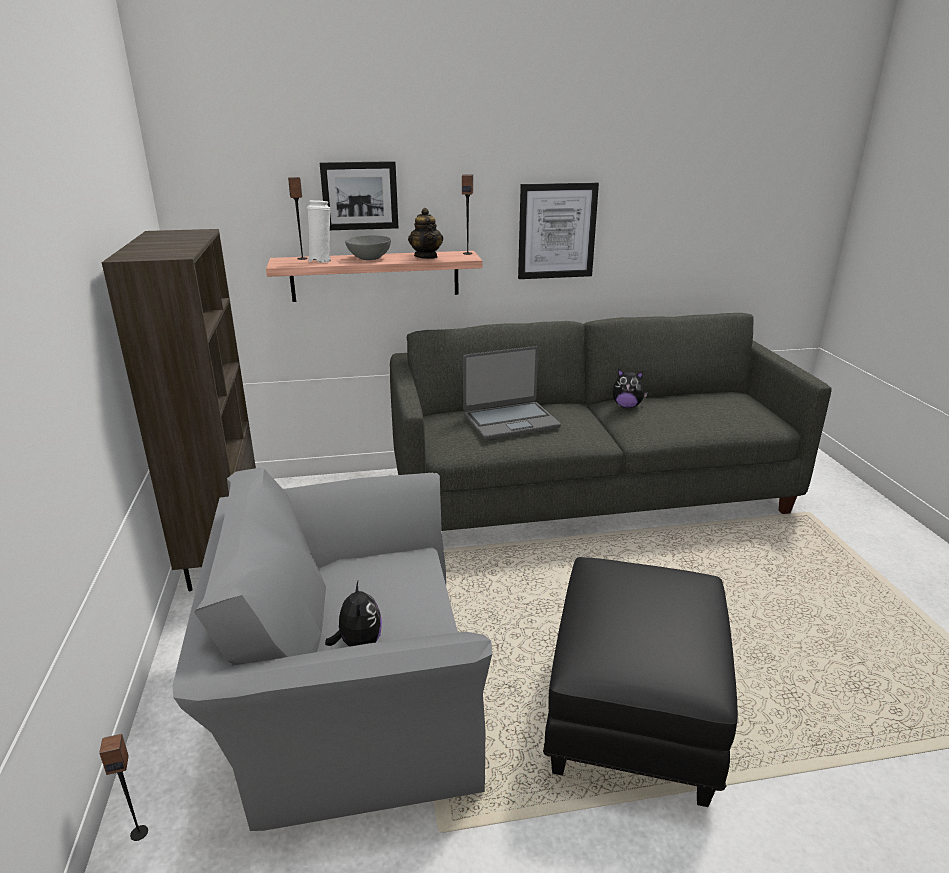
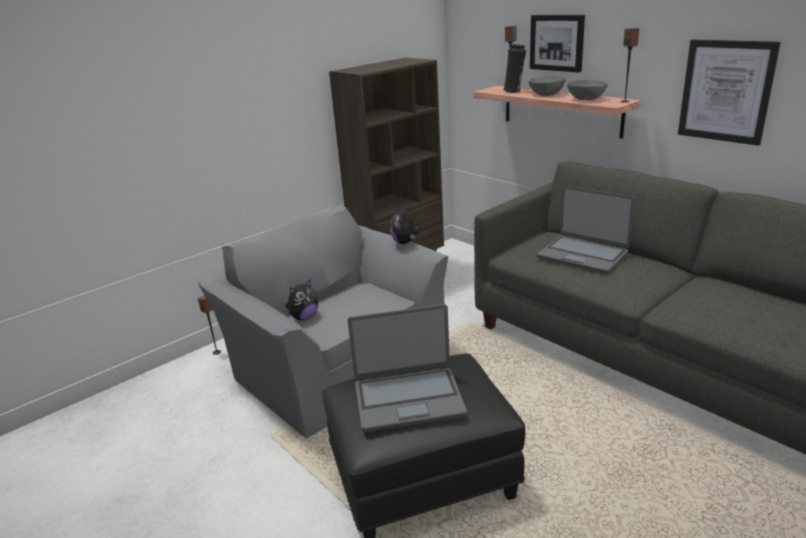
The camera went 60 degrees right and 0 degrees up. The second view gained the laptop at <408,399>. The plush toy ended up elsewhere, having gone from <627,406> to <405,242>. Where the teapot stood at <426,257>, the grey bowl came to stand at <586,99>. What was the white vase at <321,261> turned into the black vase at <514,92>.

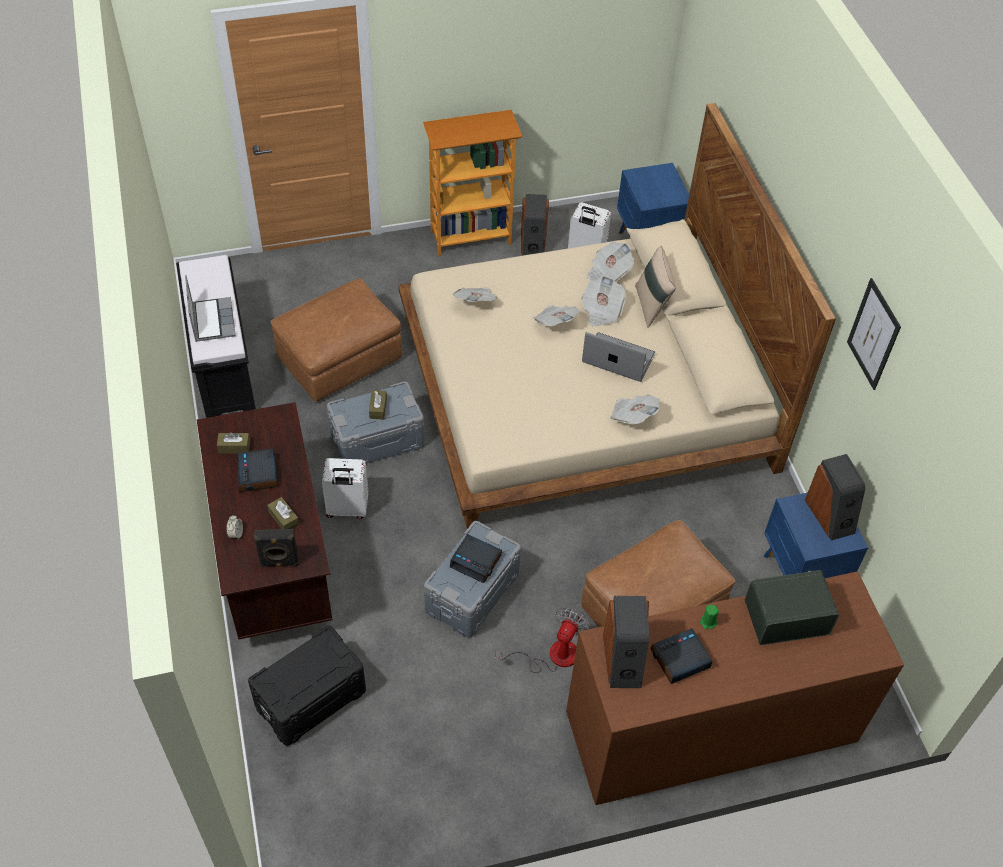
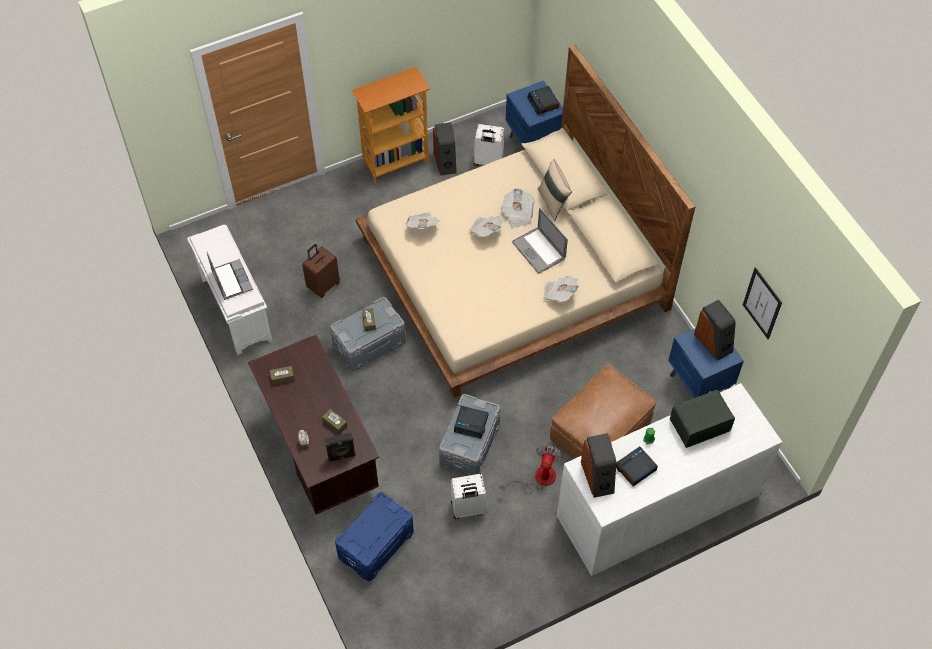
The camera went 10 degrees left and 5 degrees up. The second view lost the newspaper at <608,272>. The alarm clock ended up elsewhere, having gone from <258,474> to <543,103>. The white suitcase ended up elsewhere, having gone from <347,509> to <467,509>. The picture ended up elsewhere, having gone from <873,334> to <762,303>. Where the brown ottoman stood at <339,360>, the brown suitcase came to stand at <323,285>. What was the black bench at <223,367> turned into the white bench at <235,308>. What was the black storage box at <311,699> turned into the blue storage box at <376,545>. What was the brown dresser at <710,726> turned into the white dresser at <657,505>. The laptop at <618,358> ended up facing another way, 135 degrees counterclockwise from before.

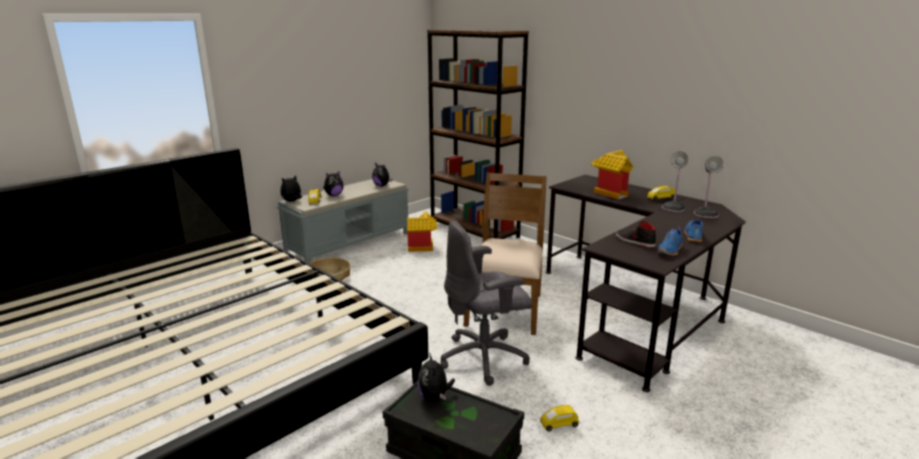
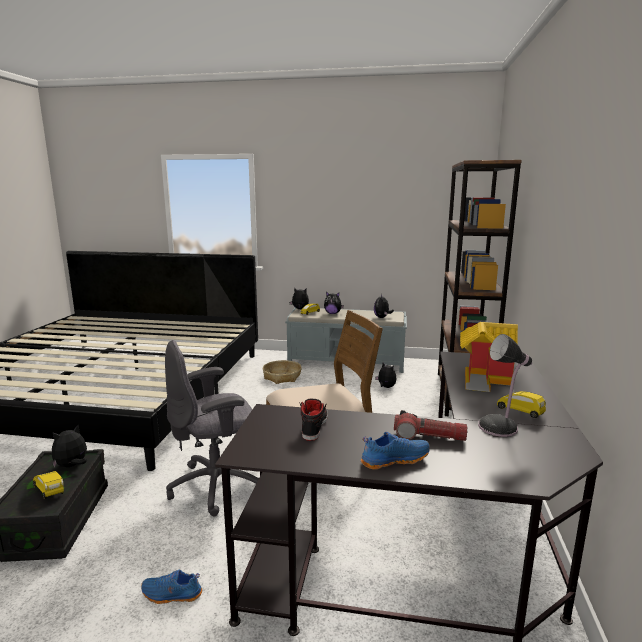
The camera went 55 degrees right and 5 degrees down. The second view lost the table lamp at <706,213>. The second view gained the flashlight at <429,437>. The yellow toy car ended up elsewhere, having gone from <558,425> to <50,490>. The blue shoe ended up elsewhere, having gone from <670,251> to <171,595>. Where the toy house stood at <422,247>, the plush toy came to stand at <385,387>. The grey office chair at <485,358> ended up facing another way, 60 degrees counterclockwise from before.

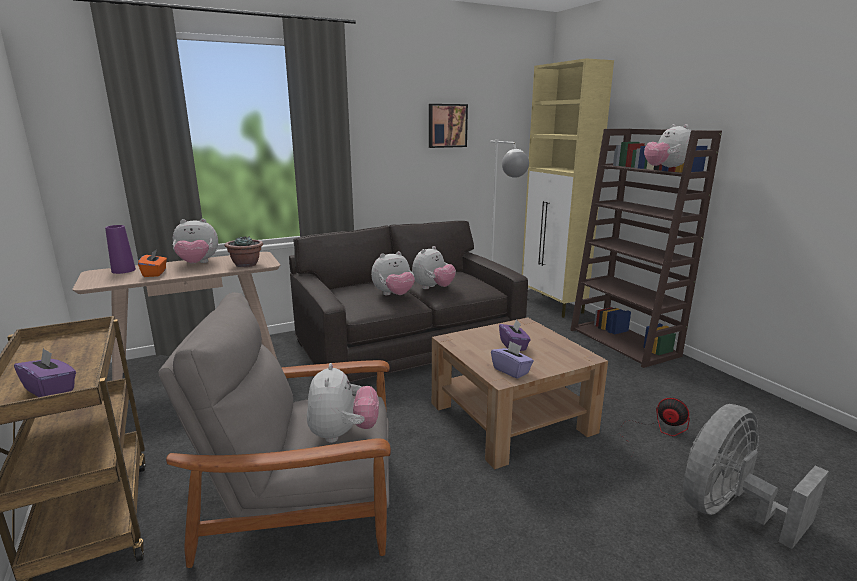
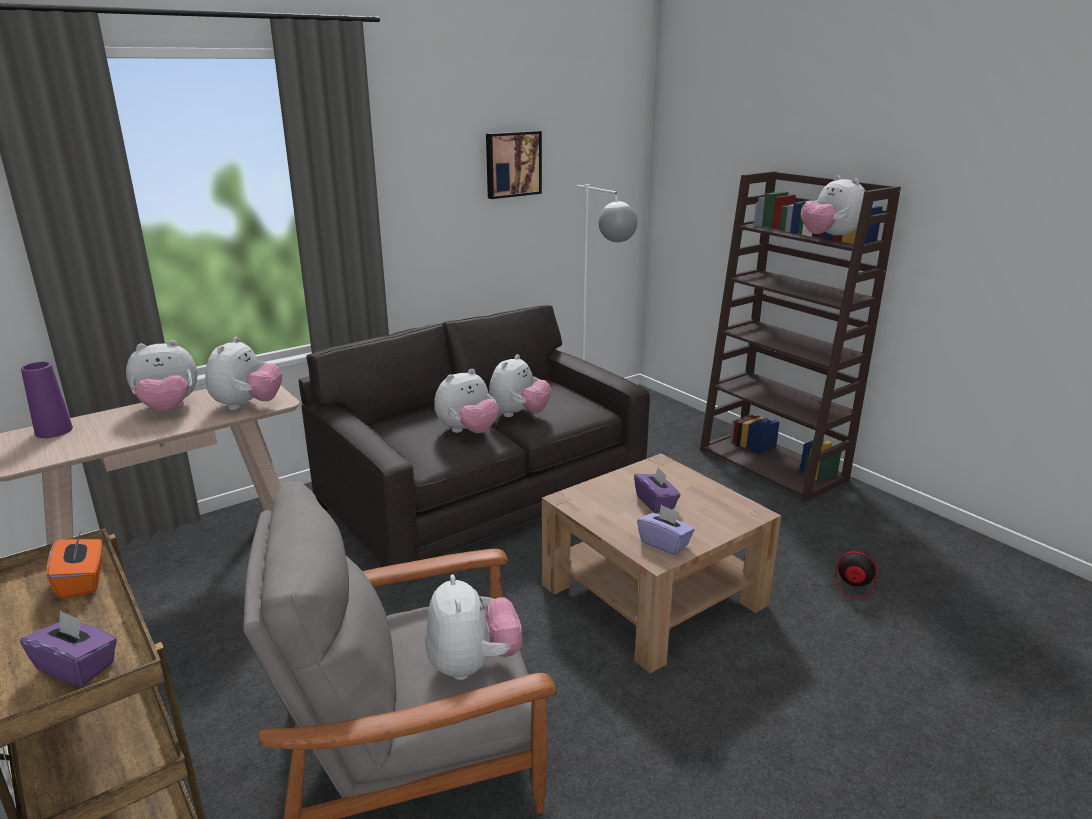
The camera went 10 degrees left and 5 degrees up. The second view lost the beige cabinet at <552,305>. The second view lost the grey fan at <728,511>. The orange tissue box ended up elsewhere, having gone from <155,273> to <82,581>. Where the potted plant stood at <246,264>, the plush toy came to stand at <247,406>.

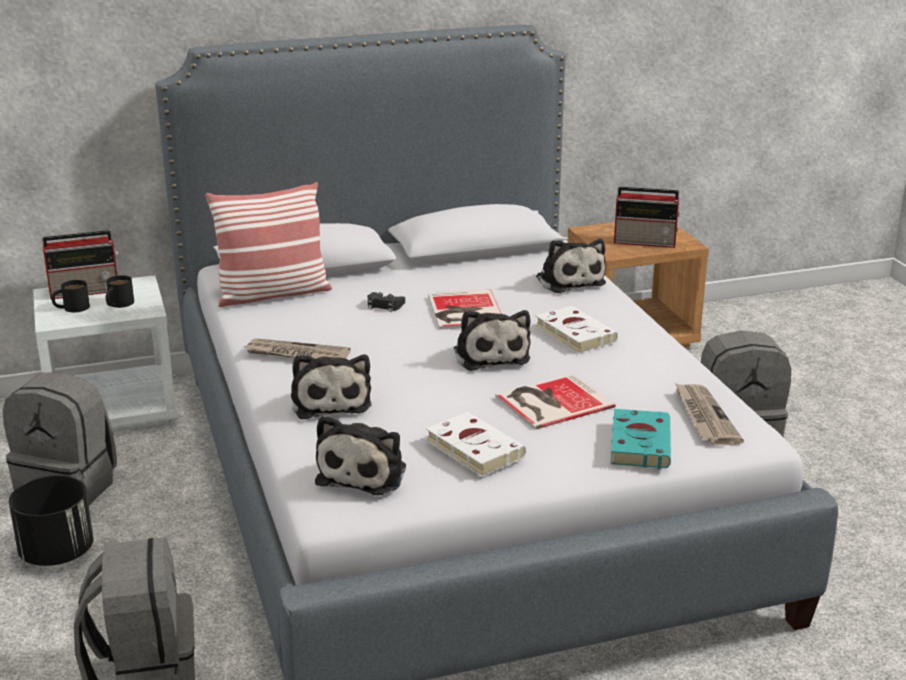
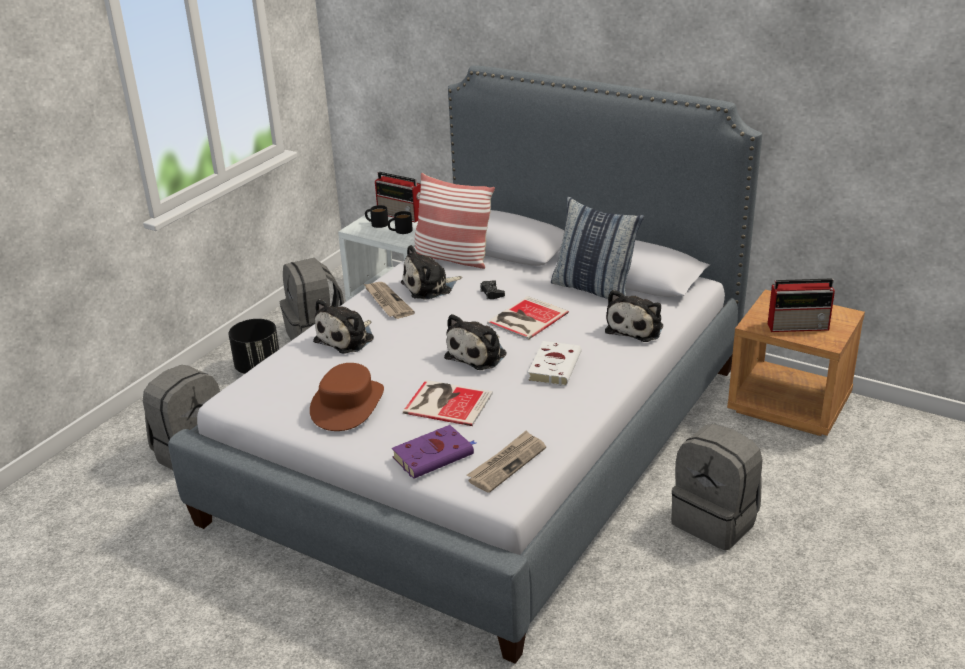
The camera went 50 degrees right and 5 degrees up. The second view gained the pillow at <594,289>. The plush toy ended up elsewhere, having gone from <364,473> to <430,287>. Where the white book stood at <472,448>, the brown hat came to stand at <347,404>. What was the turquoise book at <639,443> turned into the purple book at <434,455>. The radio at <646,242> ended up facing another way, 60 degrees counterclockwise from before.

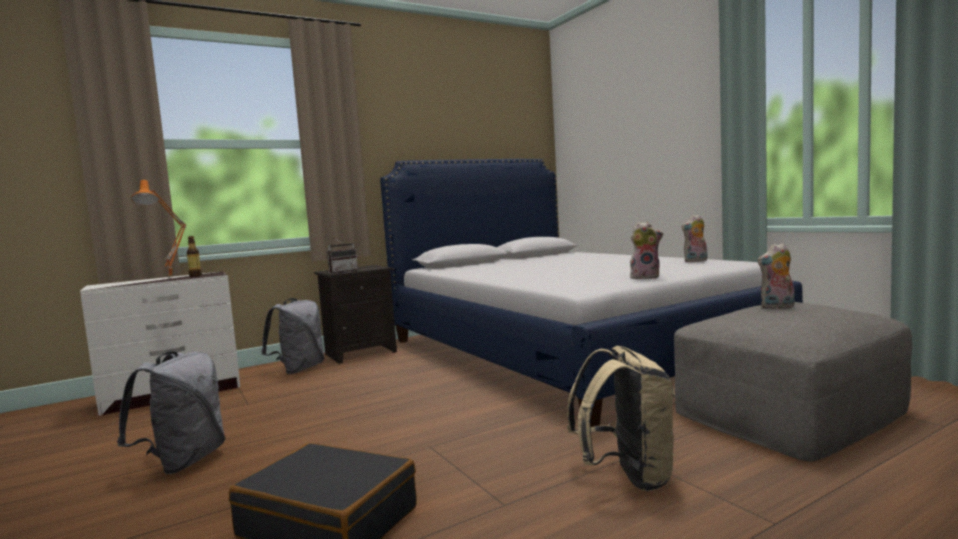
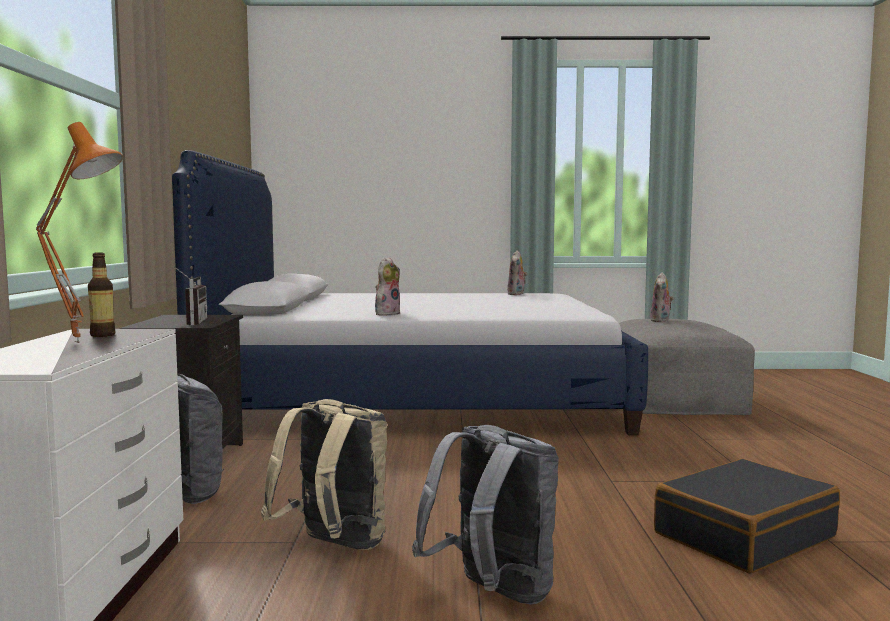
The camera went 60 degrees left and 0 degrees up. The beige backpack ended up elsewhere, having gone from <627,476> to <333,547>. The plush toy ended up elsewhere, having gone from <645,277> to <387,314>.

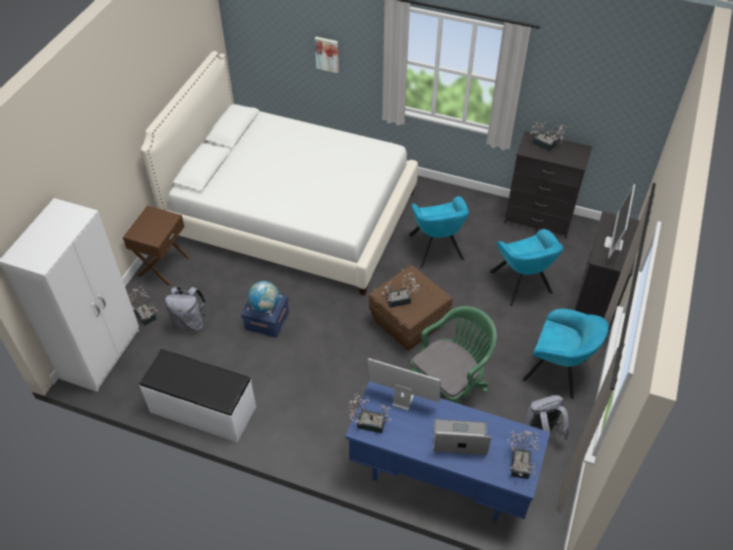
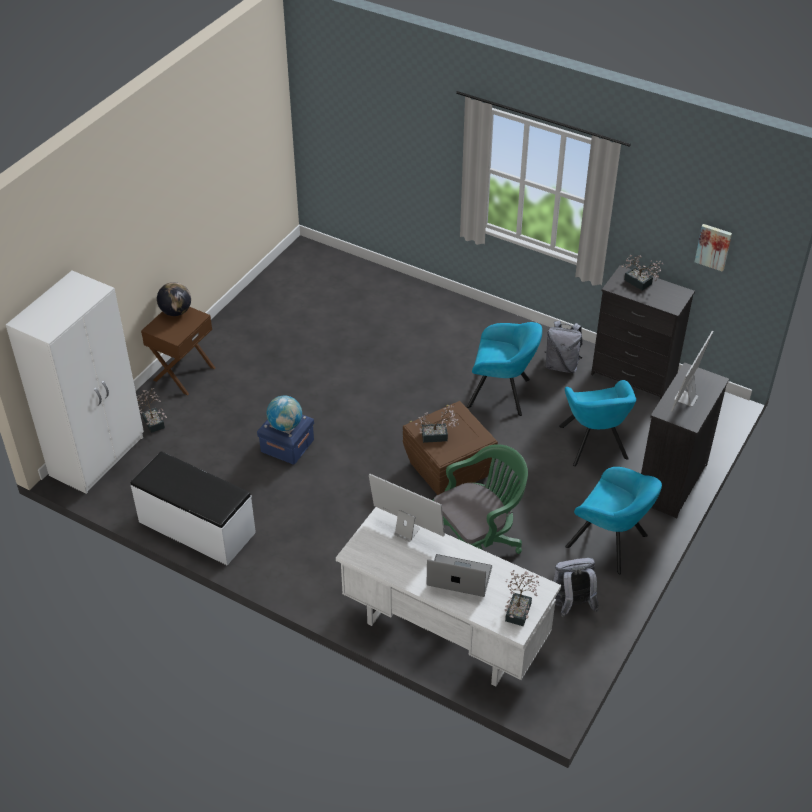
The camera went 10 degrees right and 5 degrees down. The second view lost the white bed at <293,215>. The second view lost the potted plant at <368,422>. The second view gained the globe at <176,312>. The grey backpack ended up elsewhere, having gone from <190,323> to <562,365>. The picture ended up elsewhere, having gone from <327,54> to <713,246>. What was the blue desk at <440,478> turned into the white desk at <443,633>. The turquoise armchair at <437,249> ended up facing another way, 75 degrees counterclockwise from before.

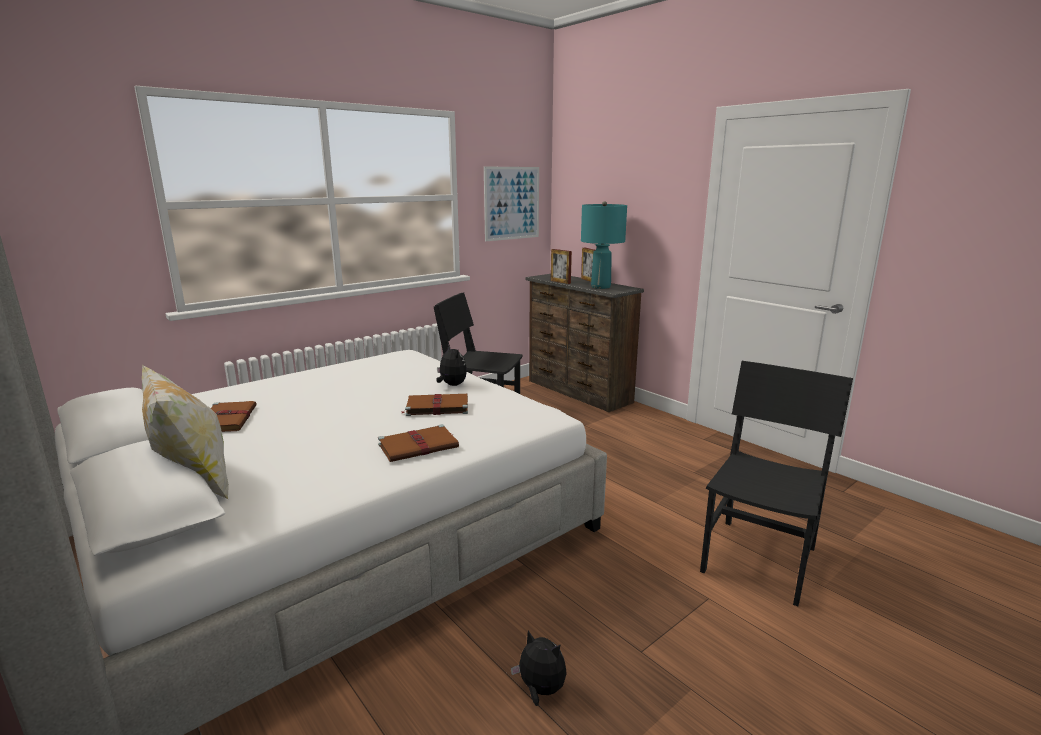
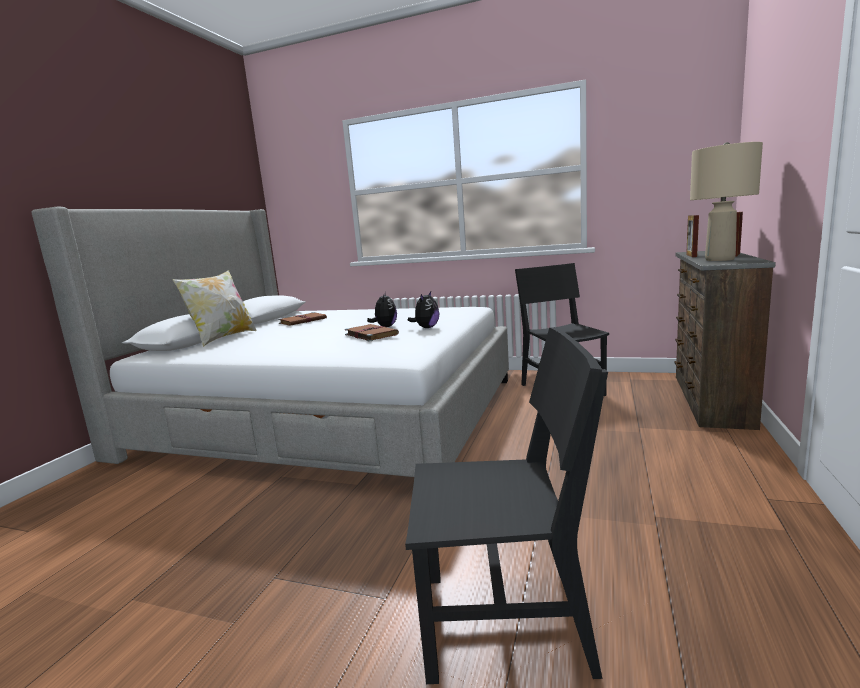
The camera went 60 degrees right and 5 degrees down. The second view lost the brown book at <419,446>. The second view lost the picture at <512,203>. The plush toy ended up elsewhere, having gone from <540,690> to <385,327>. What was the turquoise table lamp at <600,286> turned into the beige table lamp at <720,259>.

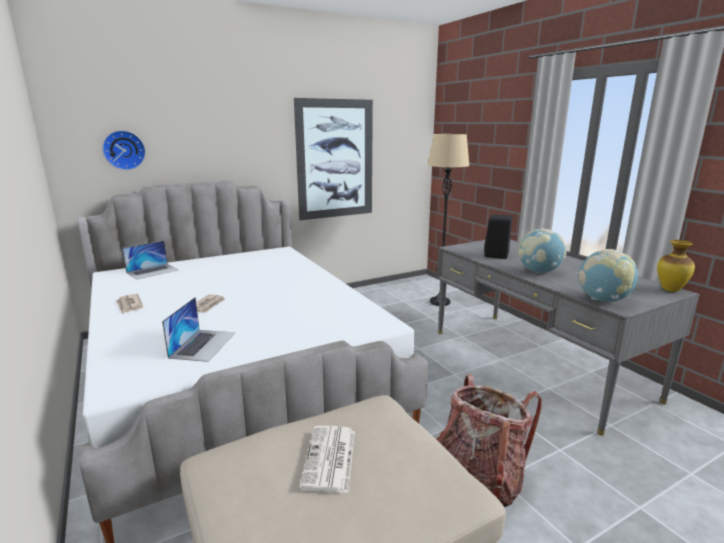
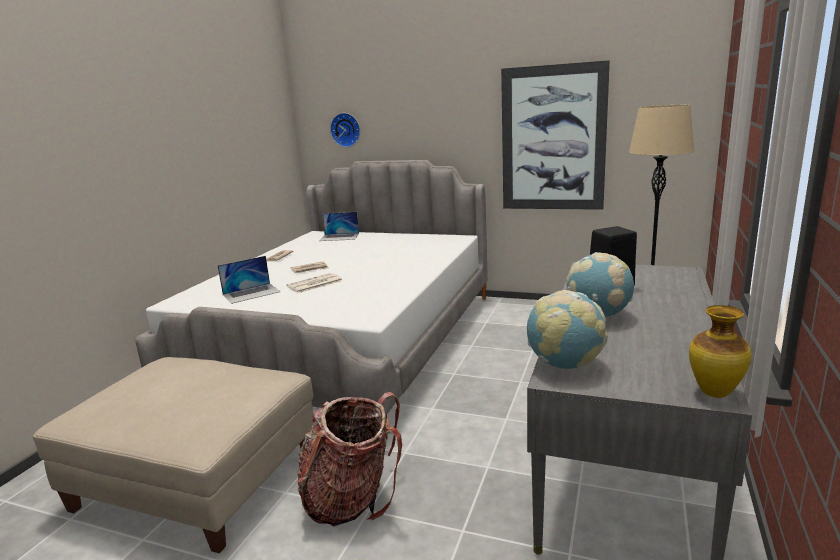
The camera went 50 degrees right and 0 degrees up. The newspaper ended up elsewhere, having gone from <330,459> to <314,284>.

